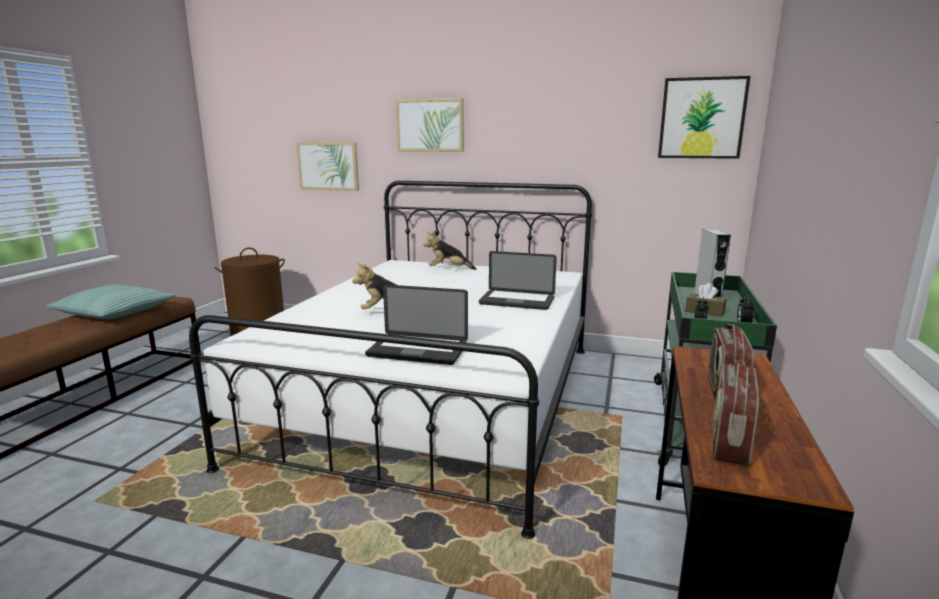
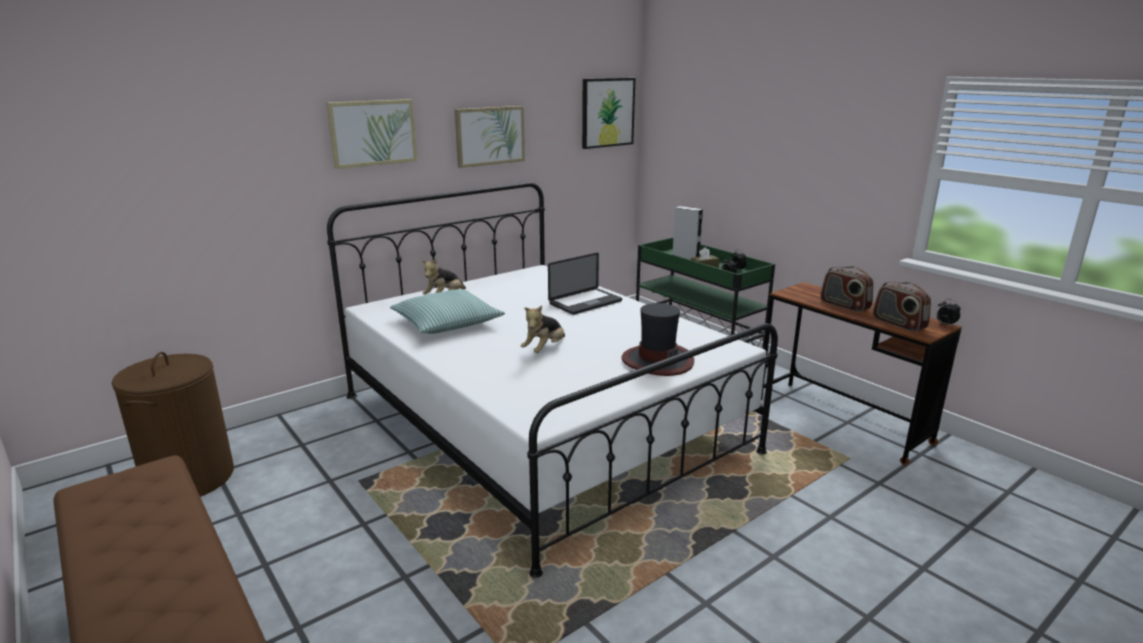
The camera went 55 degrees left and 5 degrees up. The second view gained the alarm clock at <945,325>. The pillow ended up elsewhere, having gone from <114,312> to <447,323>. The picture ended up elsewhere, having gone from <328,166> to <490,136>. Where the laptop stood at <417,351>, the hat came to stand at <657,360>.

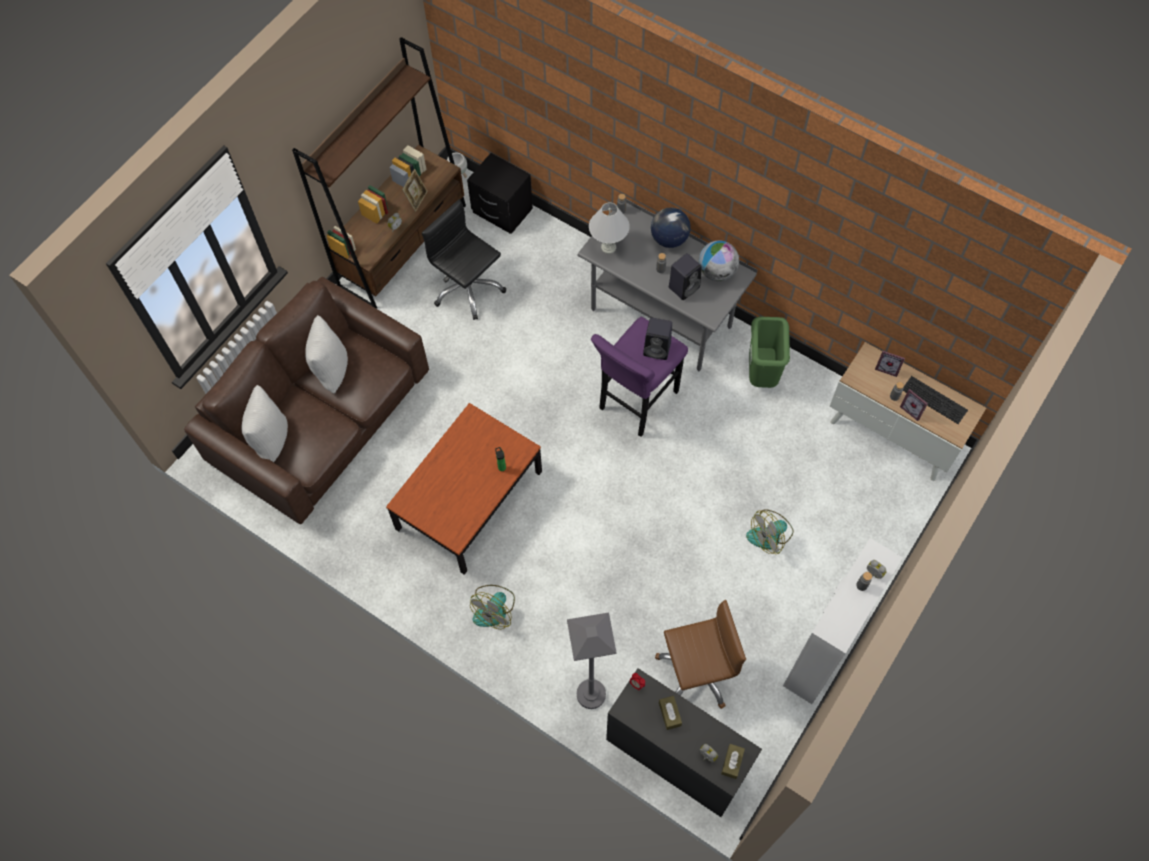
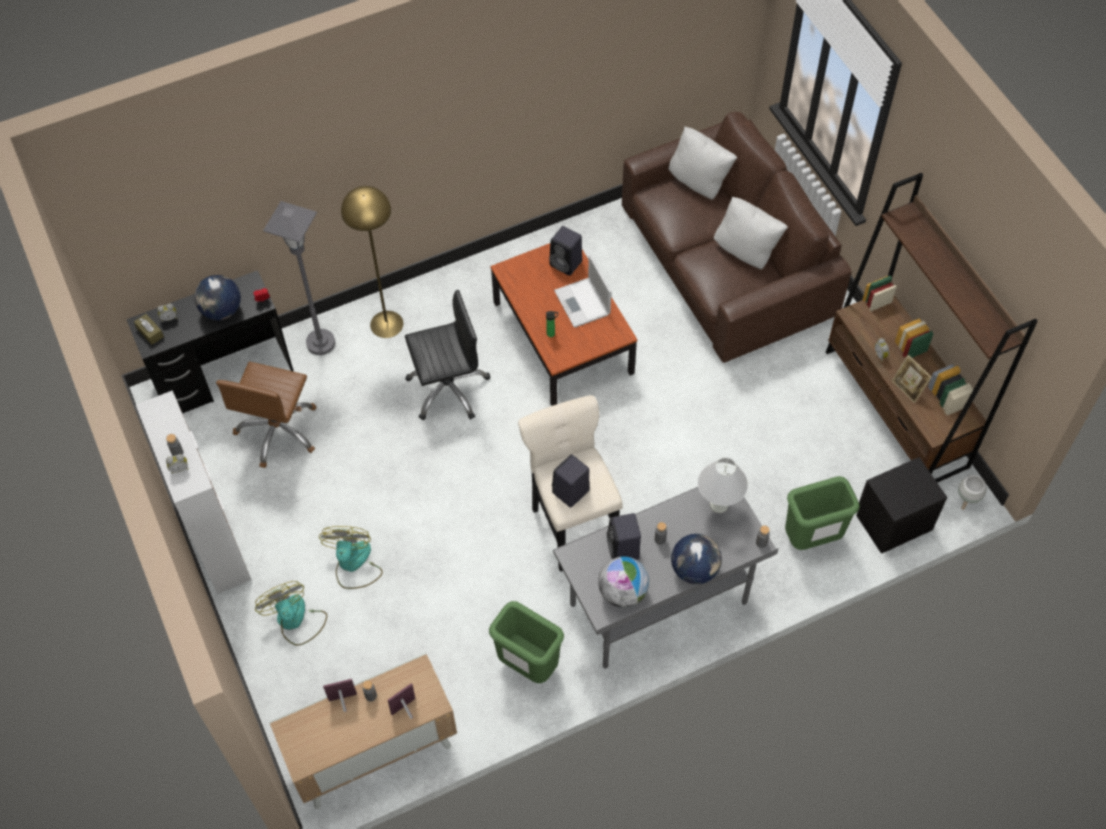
The camera went 120 degrees right and 5 degrees down. The second view lost the keyboard at <935,399>. The second view gained the yellow floor lamp at <386,324>. The second view gained the black speaker at <567,263>. The second view gained the laptop at <583,303>. The second view gained the green trash can at <812,539>. The black office chair ended up elsewhere, having gone from <468,289> to <448,388>. The fan ended up elsewhere, having gone from <494,609> to <295,620>. Where the brown tissue box stood at <669,714>, the globe came to stand at <221,310>. What was the purple stool at <636,403> turned into the beige stool at <572,525>.

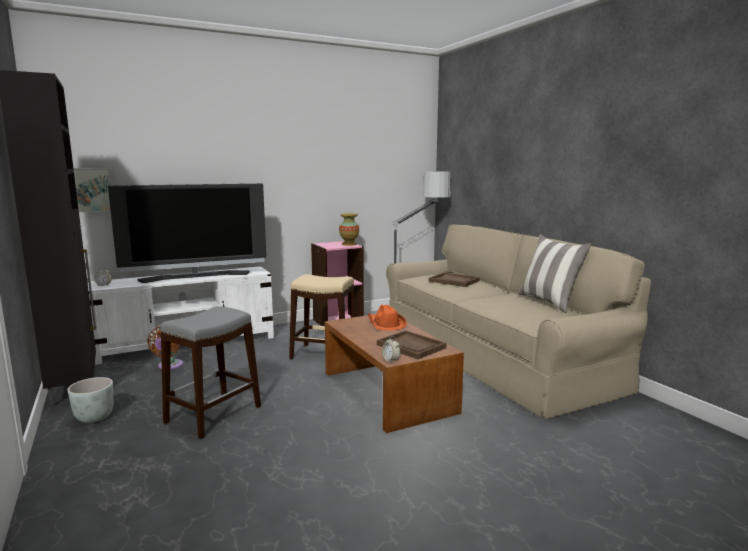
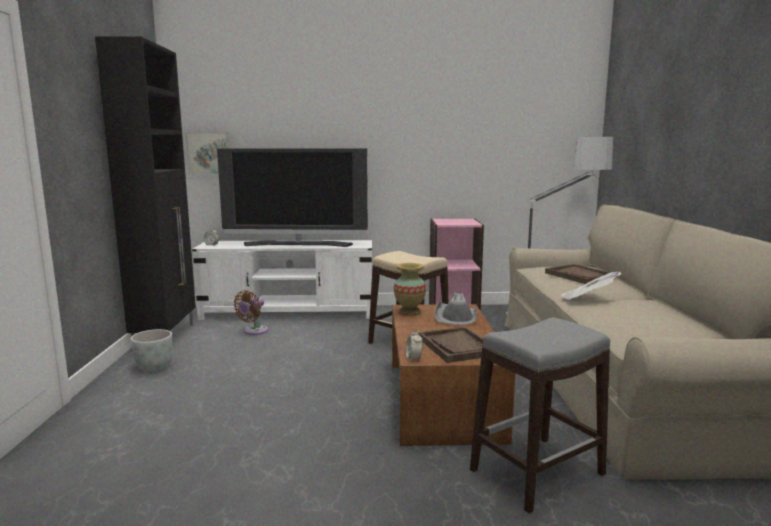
The camera went 25 degrees right and 0 degrees up. The second view lost the pillow at <549,302>. The second view gained the newspaper at <587,300>. The grey stool ended up elsewhere, having gone from <213,414> to <536,472>. The vase ended up elsewhere, having gone from <349,244> to <409,312>. What was the orange hat at <385,324> turned into the grey hat at <456,316>.

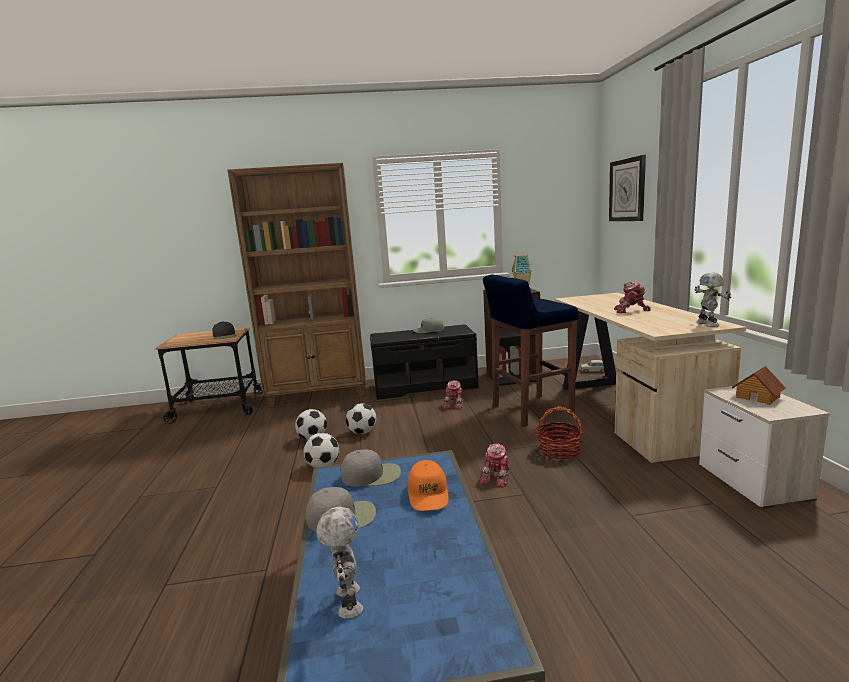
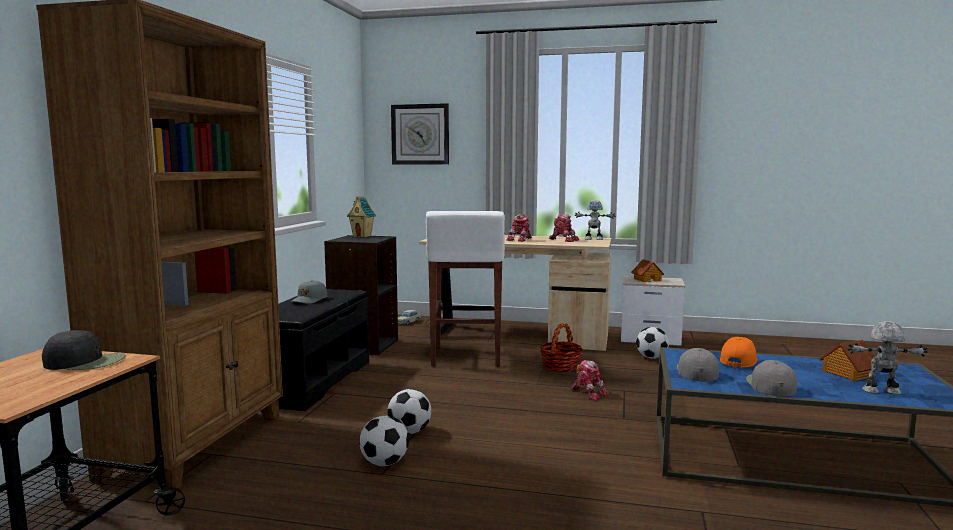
The camera went 70 degrees left and 5 degrees down. The second view gained the toy house at <847,373>. The football ended up elsewhere, having gone from <323,466> to <651,358>. The toy robot ended up elsewhere, having gone from <455,404> to <563,240>. What was the blue stool at <530,411> turned into the white stool at <466,357>. The orange cap at <428,494> ended up facing another way, 75 degrees counterclockwise from before.

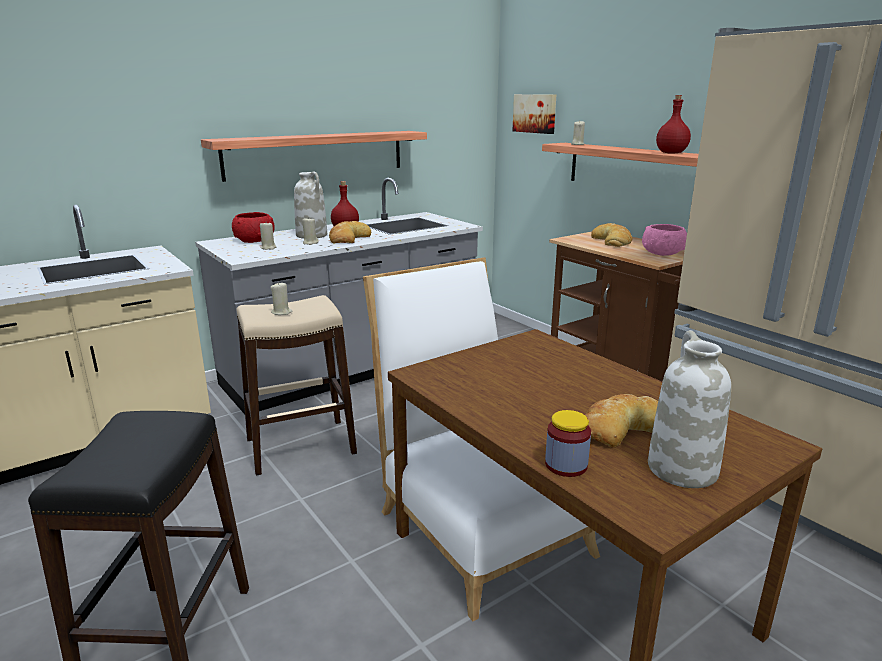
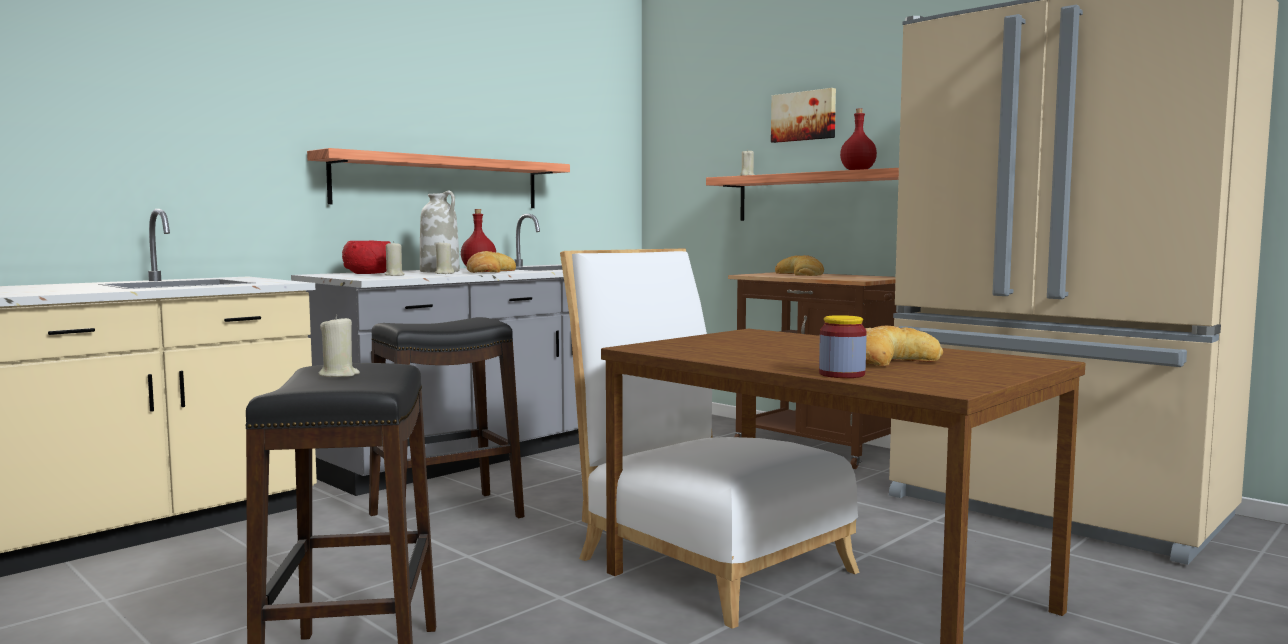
The camera went 10 degrees left and 15 degrees down. The second view lost the pink bowl at <662,253>. The second view lost the white vase at <681,468>. The beige candle ended up elsewhere, having gone from <282,312> to <339,375>. The picture ended up elsewhere, having gone from <535,113> to <804,116>. What was the beige stool at <301,446> turned into the black stool at <446,515>.

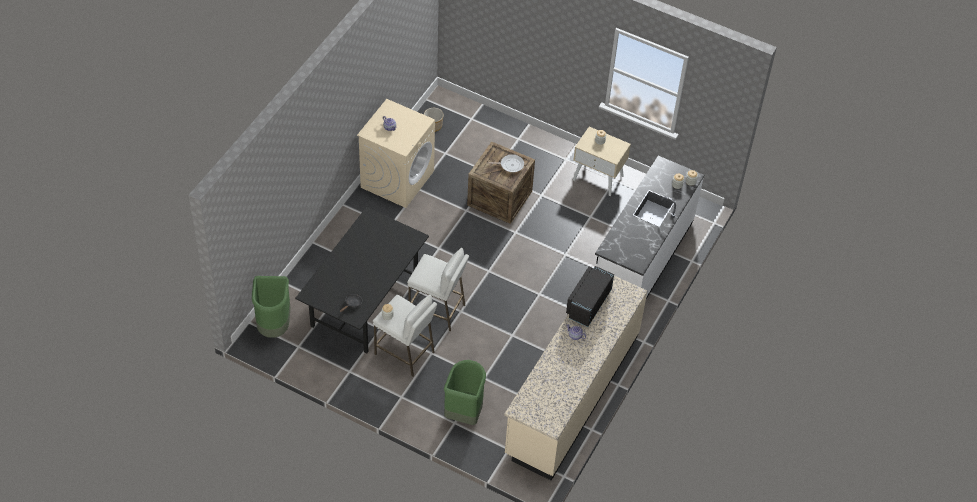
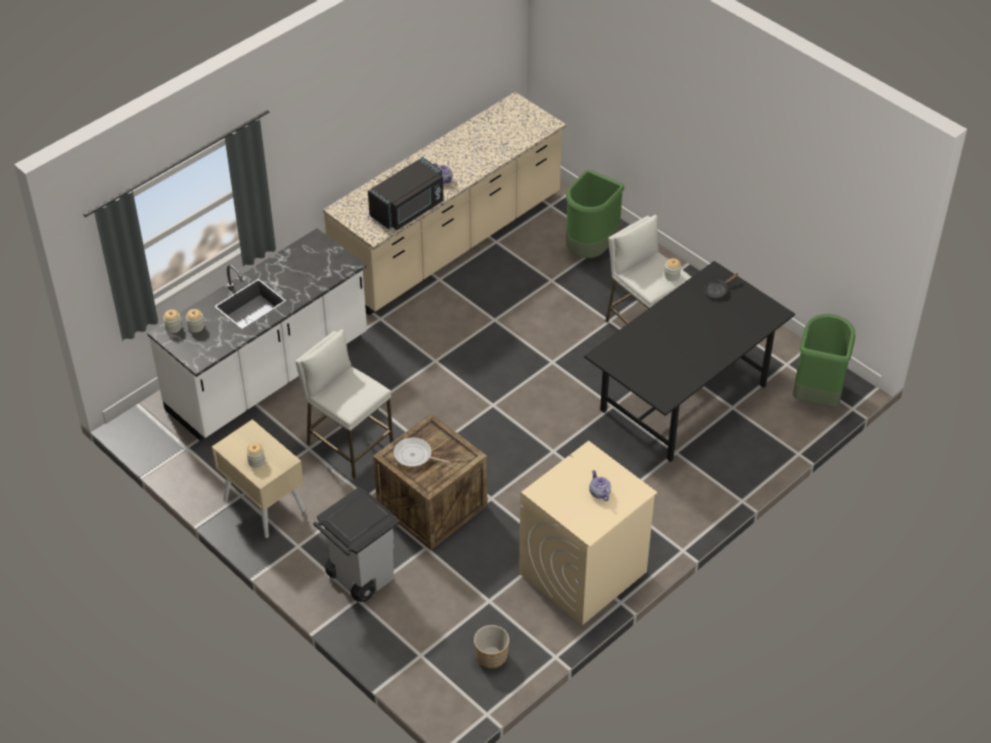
The camera went 160 degrees left and 5 degrees down. The second view gained the grey trash can at <359,577>. The white stool ended up elsewhere, having gone from <437,310> to <349,445>.

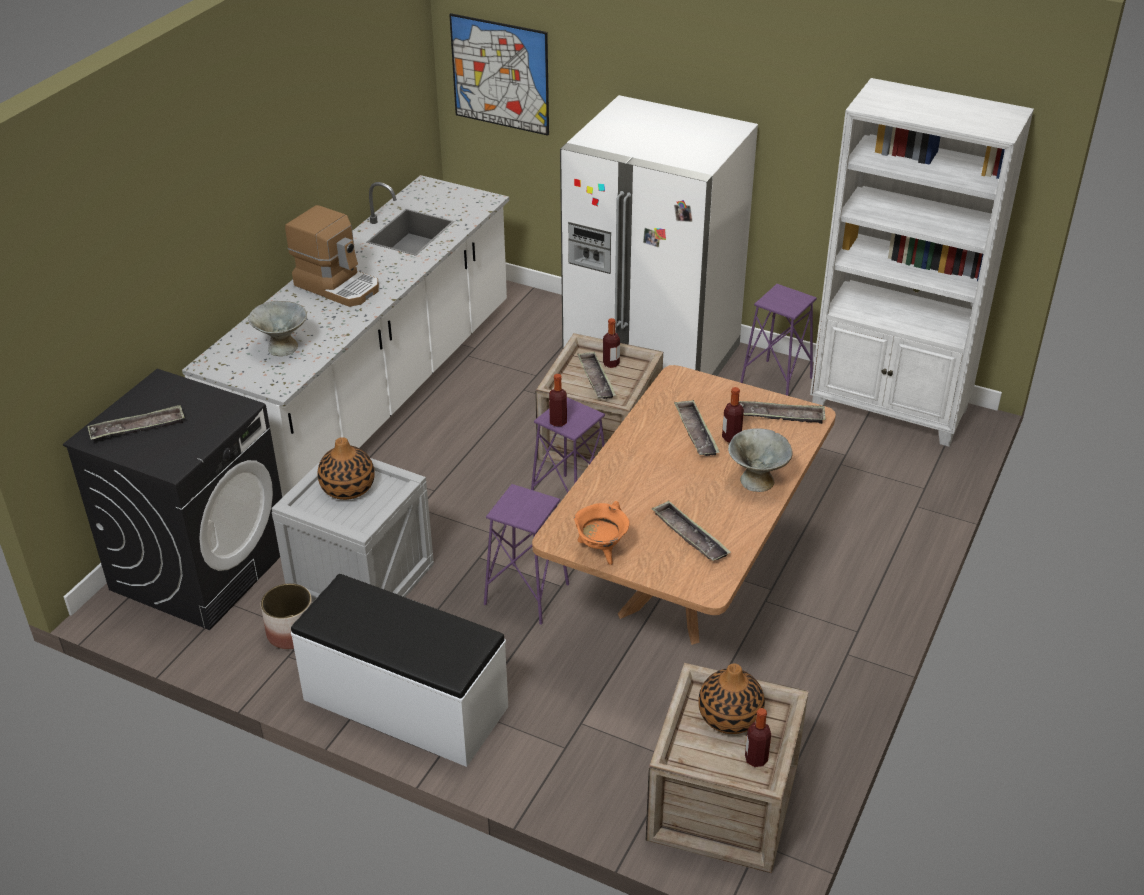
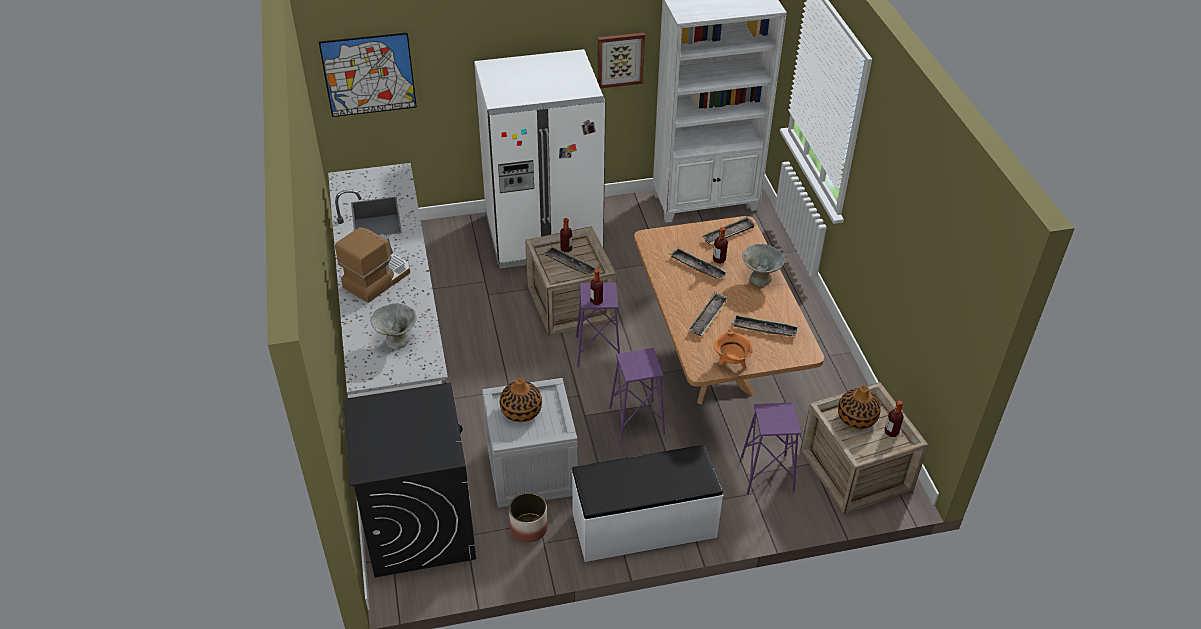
The camera went 40 degrees left and 5 degrees up. The second view gained the picture at <620,59>. The tray ended up elsewhere, having gone from <138,428> to <708,317>. The purple stool ended up elsewhere, having gone from <776,382> to <766,475>. The coffee machine at <338,285> ended up facing another way, 45 degrees counterclockwise from before.

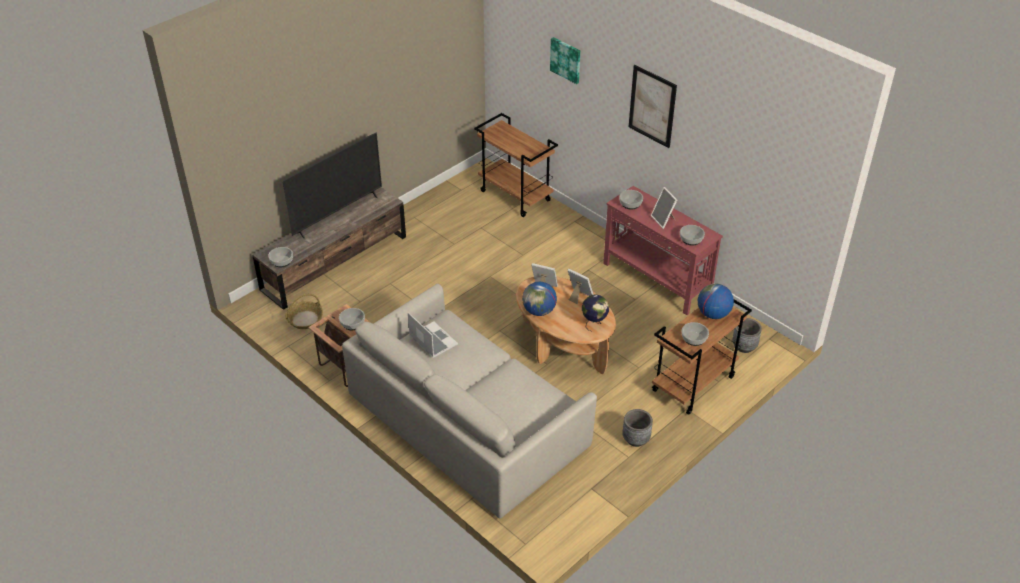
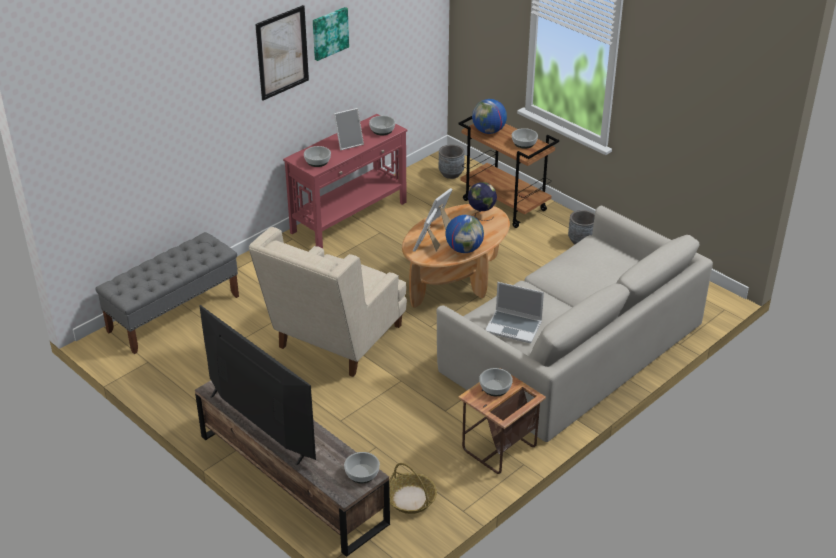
The camera went 90 degrees left and 5 degrees down. The second view gained the beige armchair at <334,342>. The picture ended up elsewhere, having gone from <566,59> to <329,33>. Where the brown cart stood at <516,196>, the grey bench came to stand at <174,313>. The laptop at <432,341> ended up facing another way, 120 degrees counterclockwise from before.

